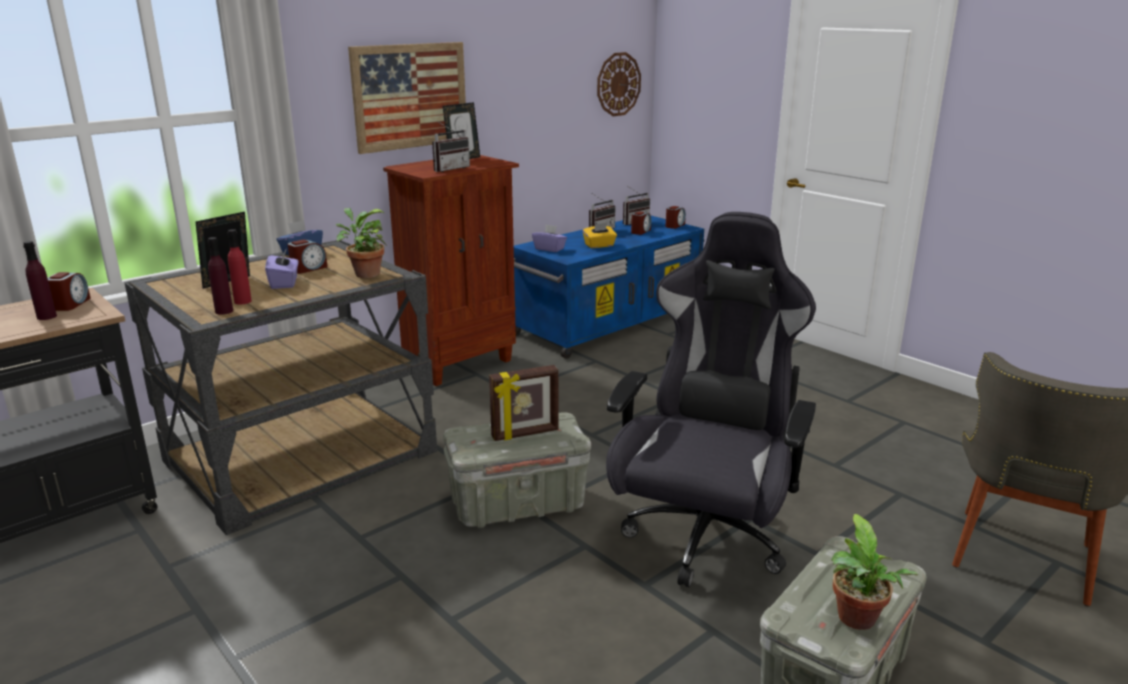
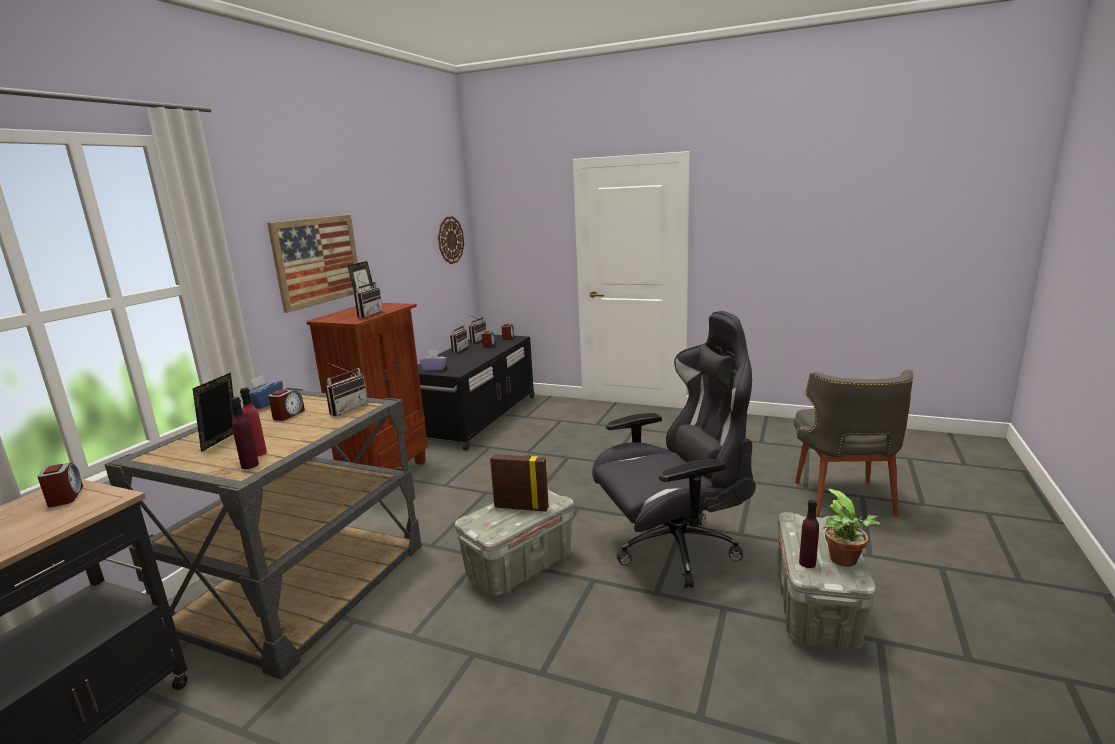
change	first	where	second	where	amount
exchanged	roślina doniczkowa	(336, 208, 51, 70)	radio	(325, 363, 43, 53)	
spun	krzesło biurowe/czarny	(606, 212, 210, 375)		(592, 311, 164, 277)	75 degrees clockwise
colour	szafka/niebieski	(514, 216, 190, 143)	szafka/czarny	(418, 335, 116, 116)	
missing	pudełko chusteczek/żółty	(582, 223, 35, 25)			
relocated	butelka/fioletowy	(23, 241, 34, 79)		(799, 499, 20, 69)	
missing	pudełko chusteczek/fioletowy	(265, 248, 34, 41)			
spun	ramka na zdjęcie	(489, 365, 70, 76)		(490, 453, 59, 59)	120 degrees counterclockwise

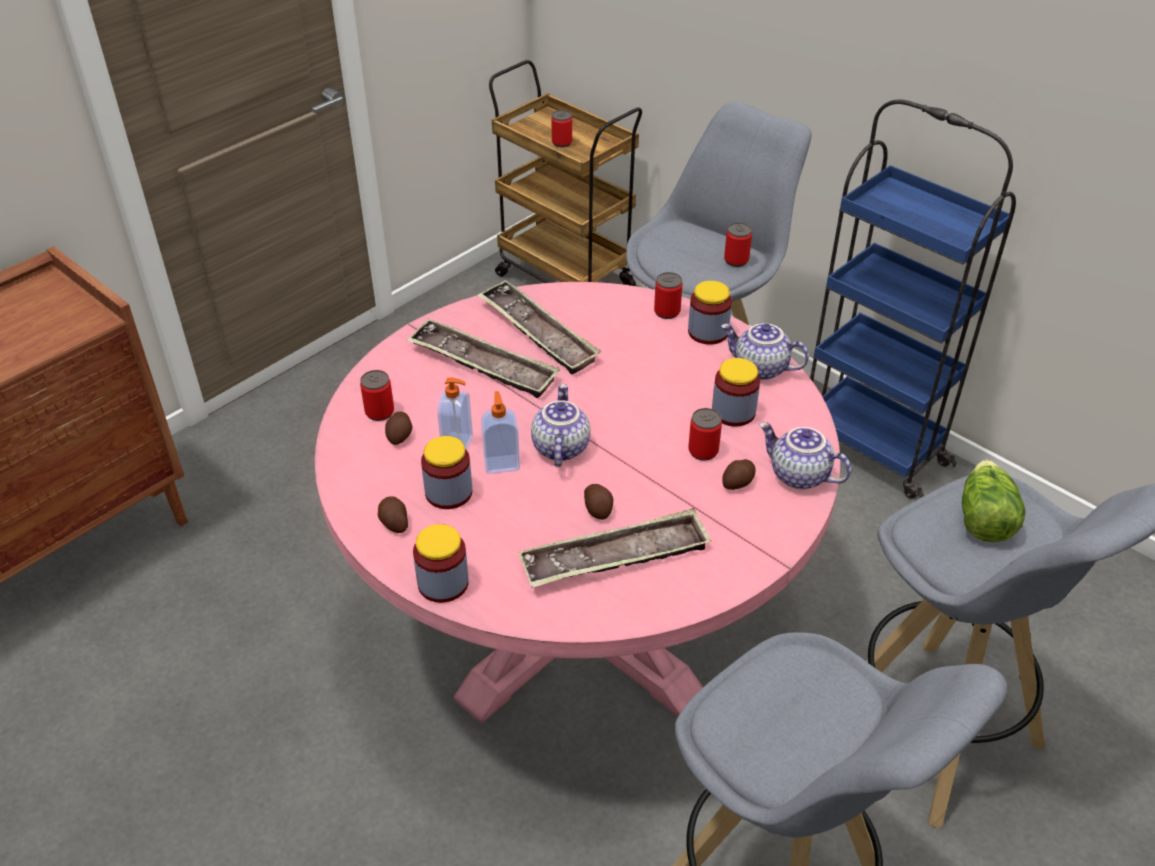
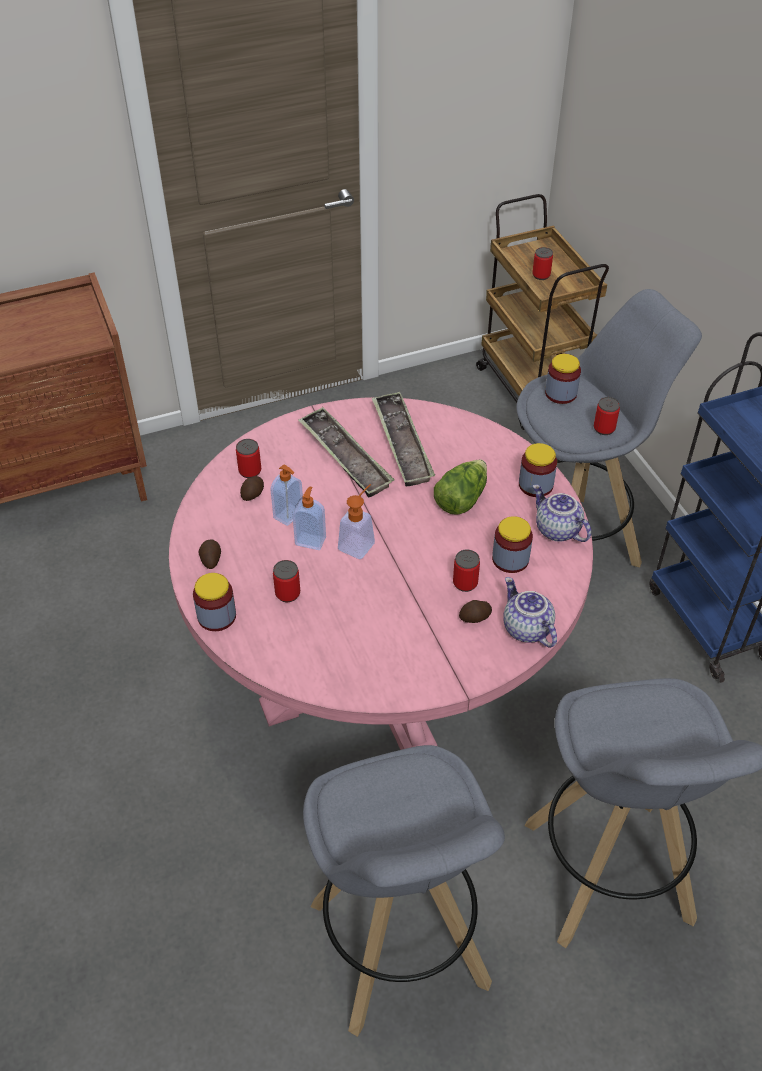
change	first	where	second	where	amount
relocated	puszka	(654, 272, 28, 47)		(273, 560, 27, 42)	
exchanged	imbryk	(531, 384, 59, 83)	dozownik mydła	(338, 484, 37, 75)	
relocated	słoik	(421, 436, 51, 73)		(545, 354, 36, 50)	
relocated	sałata	(962, 460, 64, 82)		(434, 460, 53, 55)	
missing	ziemniak	(584, 484, 29, 36)			
missing	taca	(518, 508, 194, 80)			

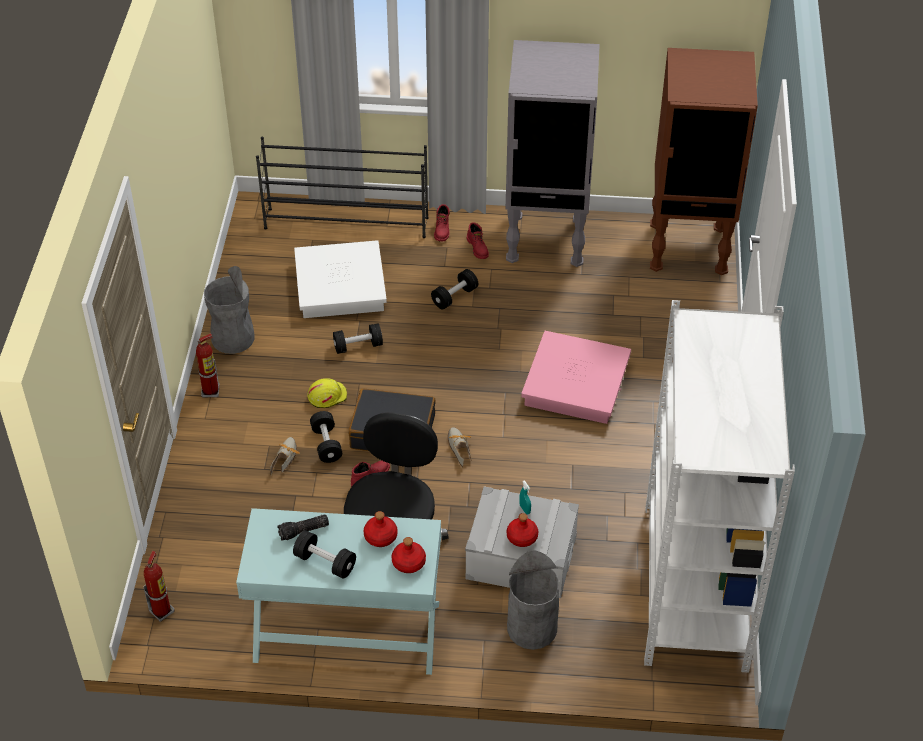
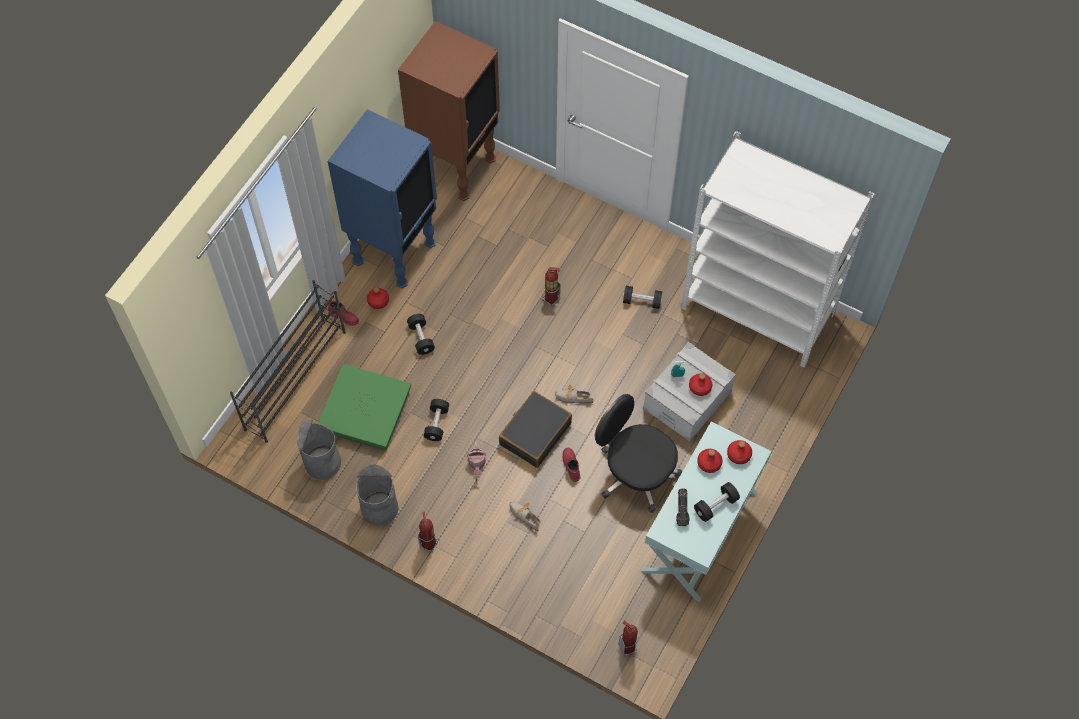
change	first	where	second	where	amount
colour	szafka/szary	(506, 40, 94, 227)	szafka/niebieski	(328, 109, 109, 179)	
exchanged	but z cholewką/czerwony	(467, 222, 22, 37)	butelka/czerwony	(367, 287, 22, 22)	
colour	pojemnik do przechowywania/biały	(294, 240, 93, 78)	pojemnik do przechowywania/zielony	(318, 364, 93, 87)	
exchanged	pojemnik do przechowywania/różowy	(521, 331, 110, 93)	gaśnica	(542, 267, 19, 39)	
exchanged	kask/żółty	(307, 378, 40, 30)	konewka	(467, 441, 19, 36)	
relocated	hantel/czarny	(310, 411, 32, 52)		(623, 286, 39, 23)	
relocated	kosz na śmieci/szary	(507, 551, 52, 99)		(297, 420, 44, 60)	

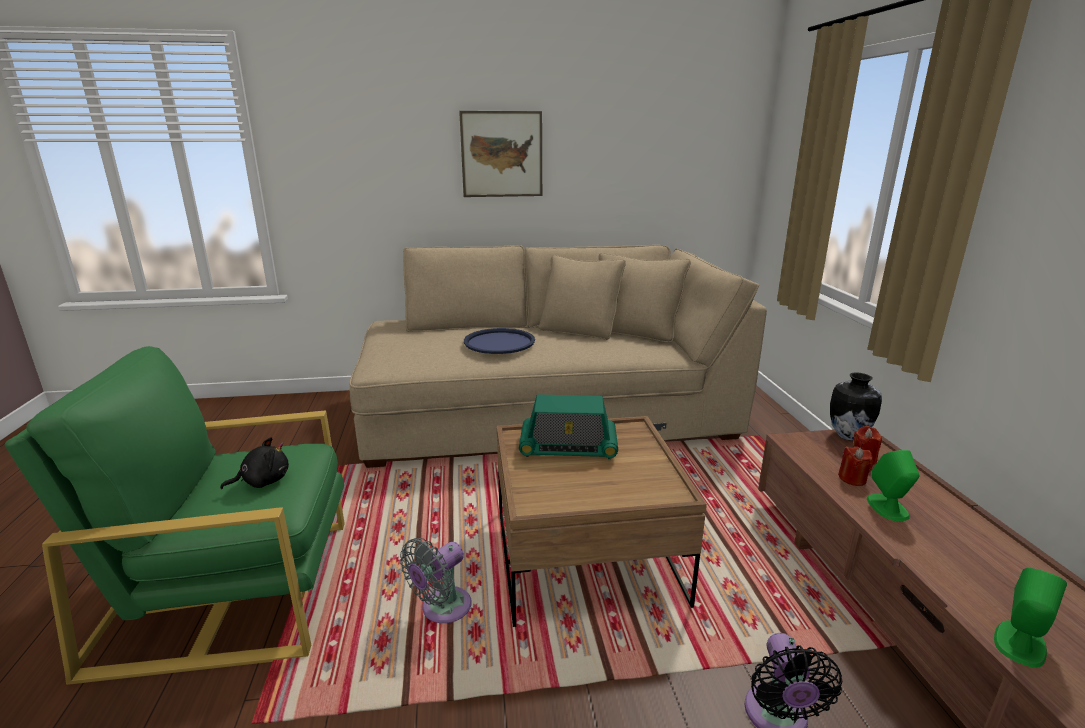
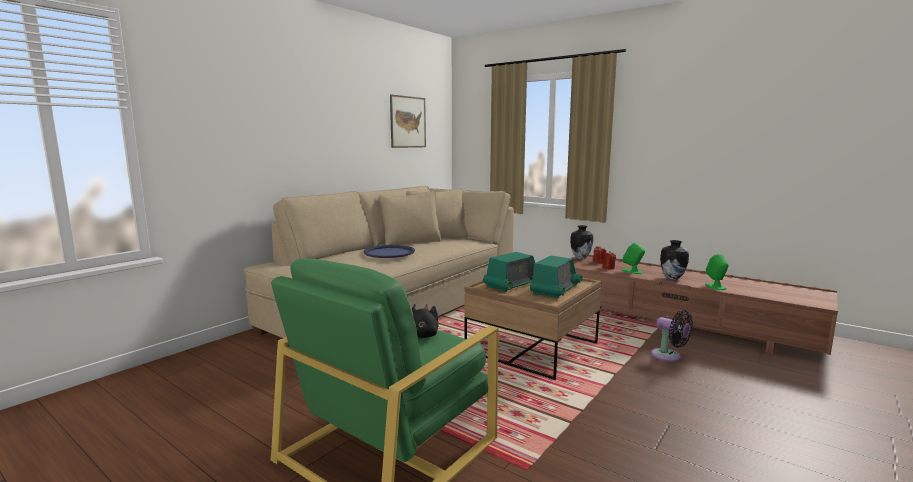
change	first	where	second	where	amount
relocated	obraz	(459, 111, 83, 86)		(390, 95, 36, 53)	
missing	wentylator/szary	(400, 538, 72, 85)			
appeared			wazon	(660, 240, 29, 40)	
appeared			radio	(530, 255, 52, 43)	

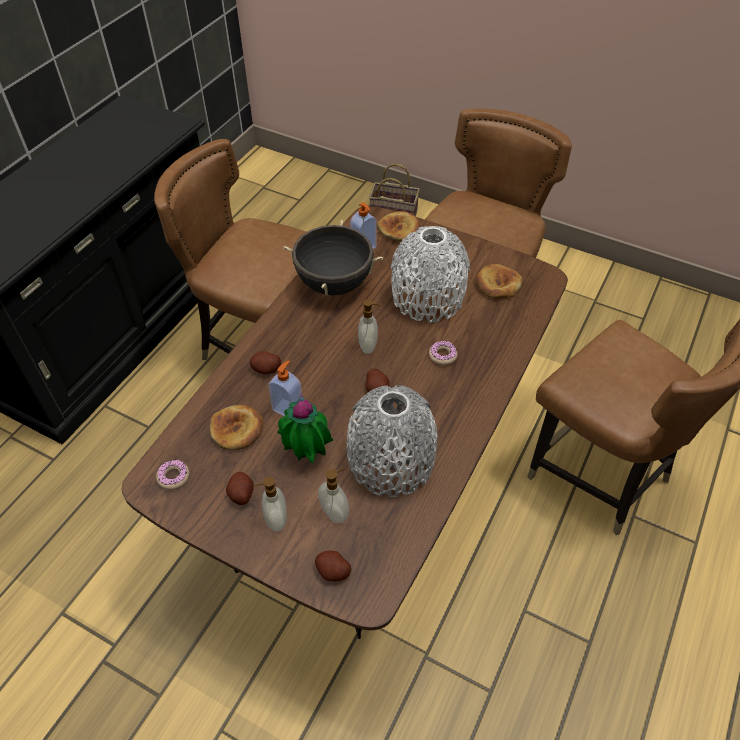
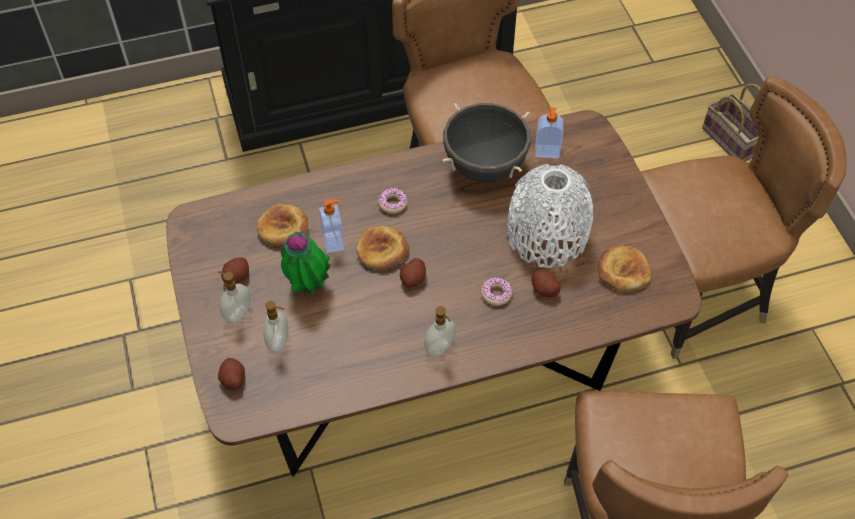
change	first	where	second	where	amount
relocated	chleb	(377, 211, 44, 31)		(356, 226, 53, 44)	
relocated	dozownik mydła	(358, 299, 22, 55)		(424, 306, 32, 50)	
relocated	ziemniak	(250, 351, 31, 23)		(531, 269, 30, 28)	
missing	wazon/szary	(347, 385, 91, 112)			
relocated	donut	(156, 460, 33, 30)		(378, 188, 30, 26)	

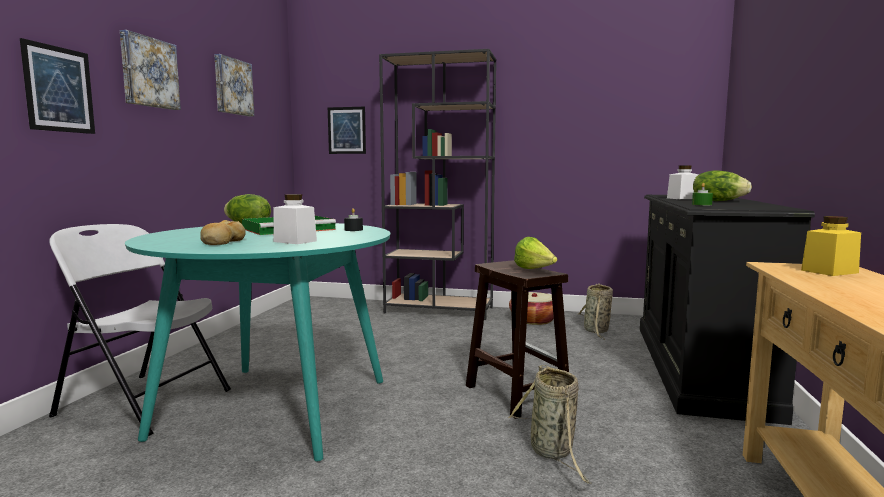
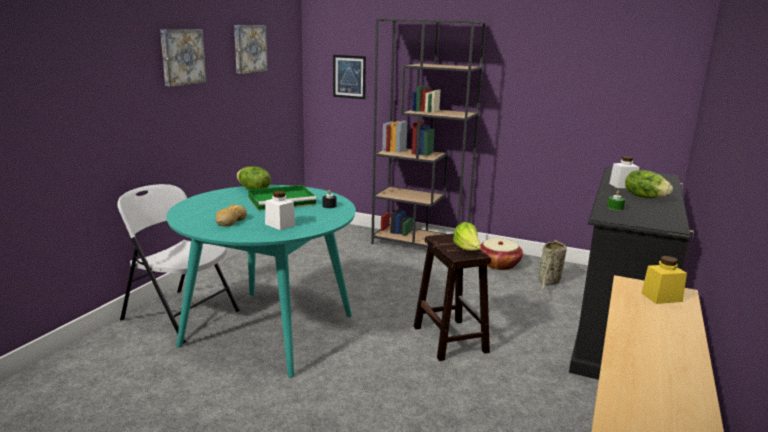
change	first	where	second	where	amount
missing	obraz	(20, 38, 75, 96)			
missing	koszyk	(508, 365, 83, 119)			

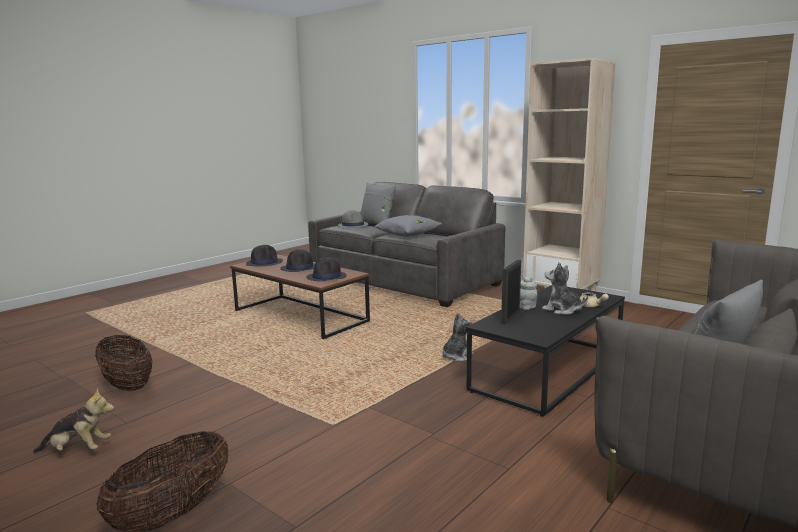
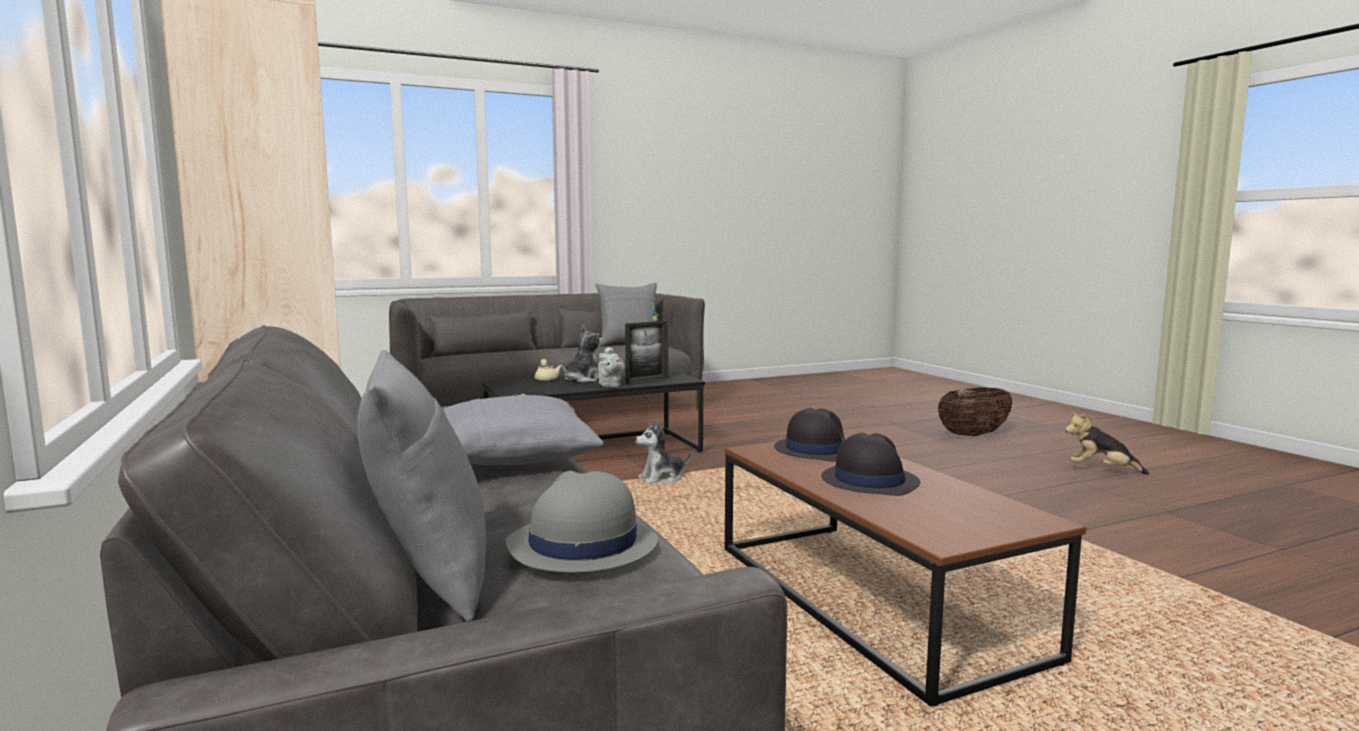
change	first	where	second	where	amount
missing	kapelusz/czarny	(246, 245, 37, 21)			
spun	pluszak	(542, 262, 46, 53)		(562, 325, 41, 58)	120 degrees counterclockwise
missing	koszyk	(95, 335, 58, 56)			

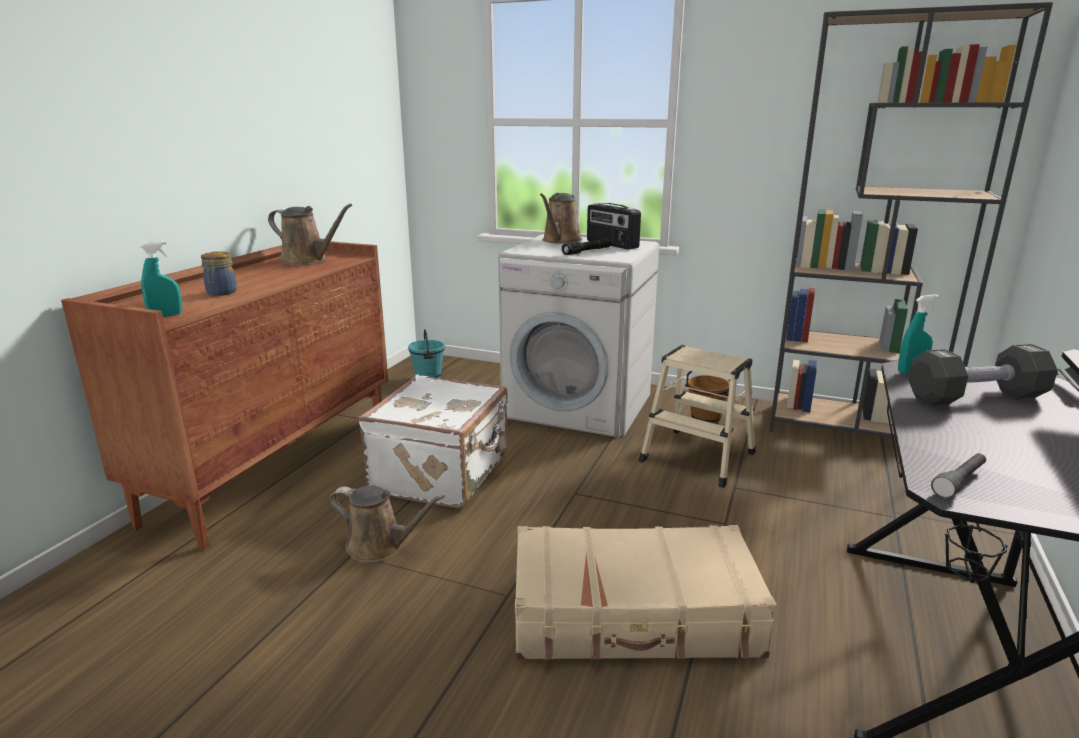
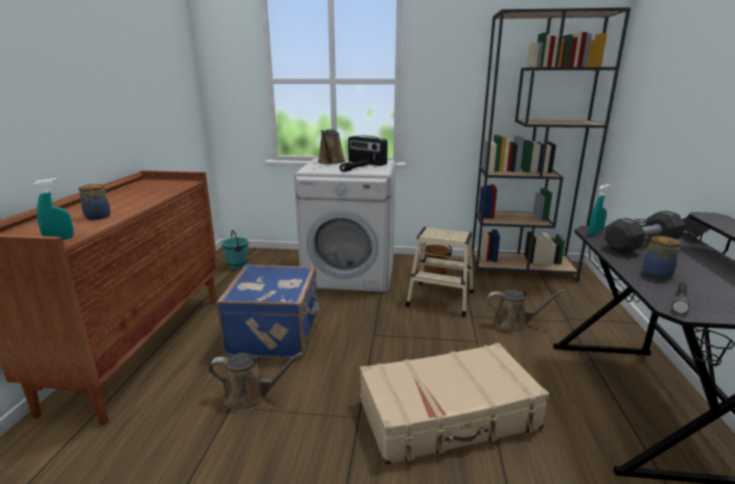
change	first	where	second	where	amount
relocated	konewka/brązowy	(268, 204, 84, 61)		(487, 289, 78, 44)	
colour	walizka/biały	(358, 375, 150, 133)	walizka/niebieski	(216, 264, 105, 94)	
appeared			słoik	(642, 236, 39, 43)	

